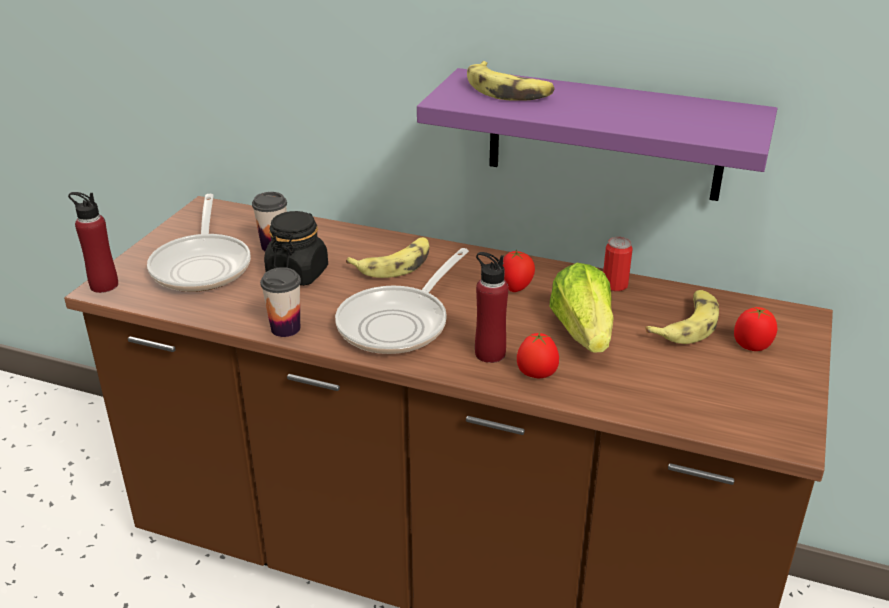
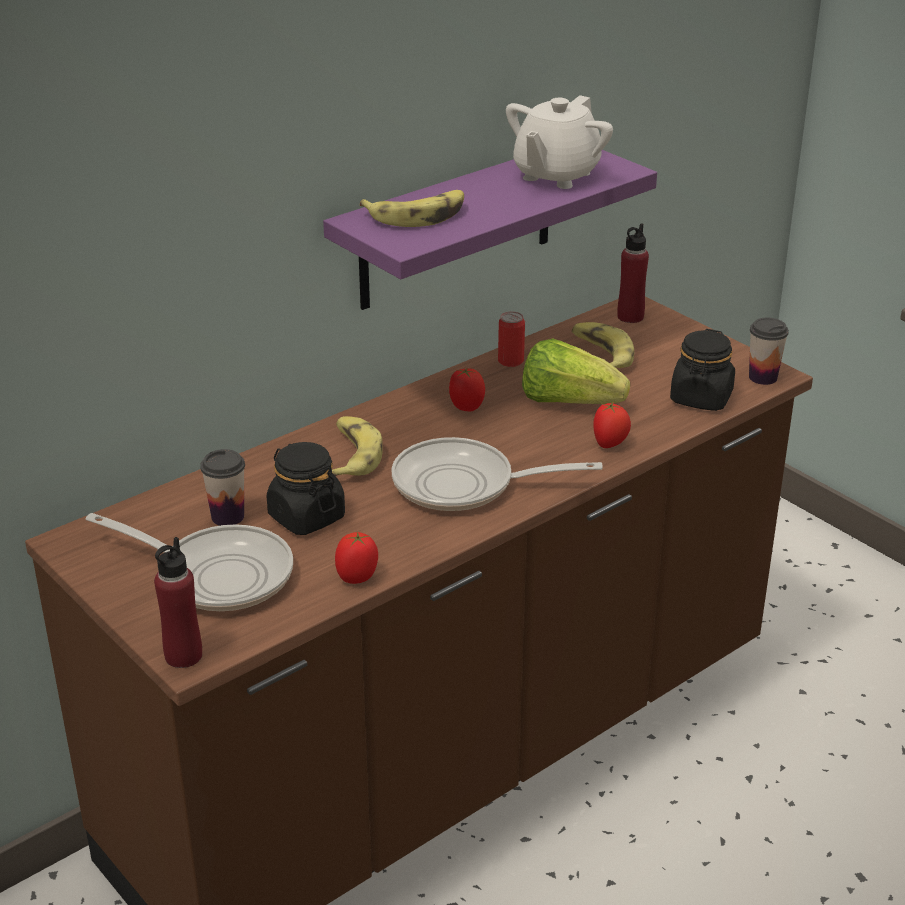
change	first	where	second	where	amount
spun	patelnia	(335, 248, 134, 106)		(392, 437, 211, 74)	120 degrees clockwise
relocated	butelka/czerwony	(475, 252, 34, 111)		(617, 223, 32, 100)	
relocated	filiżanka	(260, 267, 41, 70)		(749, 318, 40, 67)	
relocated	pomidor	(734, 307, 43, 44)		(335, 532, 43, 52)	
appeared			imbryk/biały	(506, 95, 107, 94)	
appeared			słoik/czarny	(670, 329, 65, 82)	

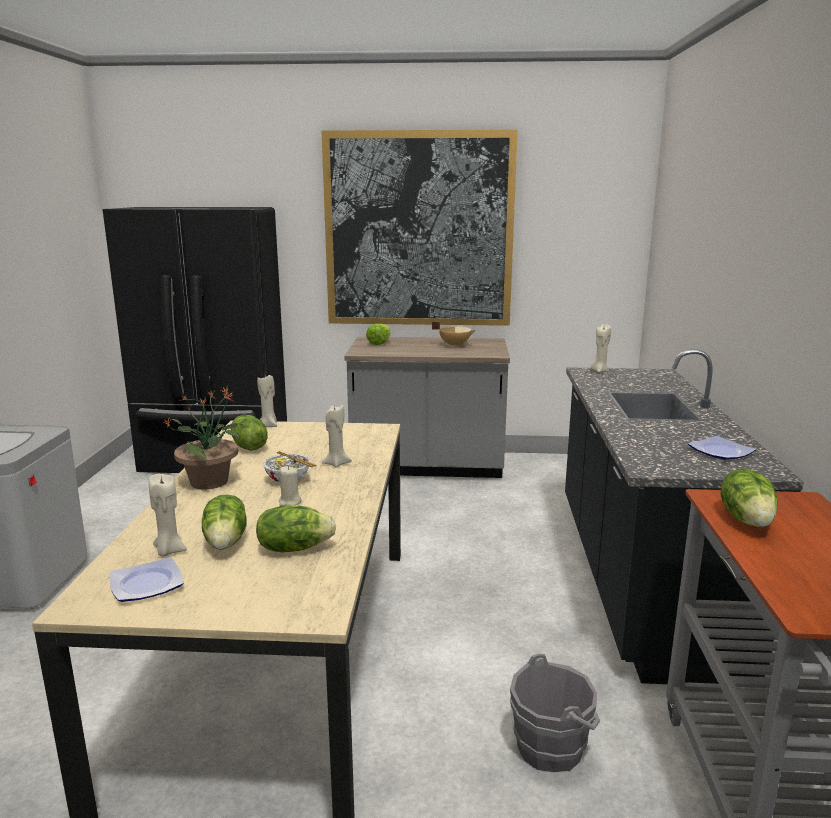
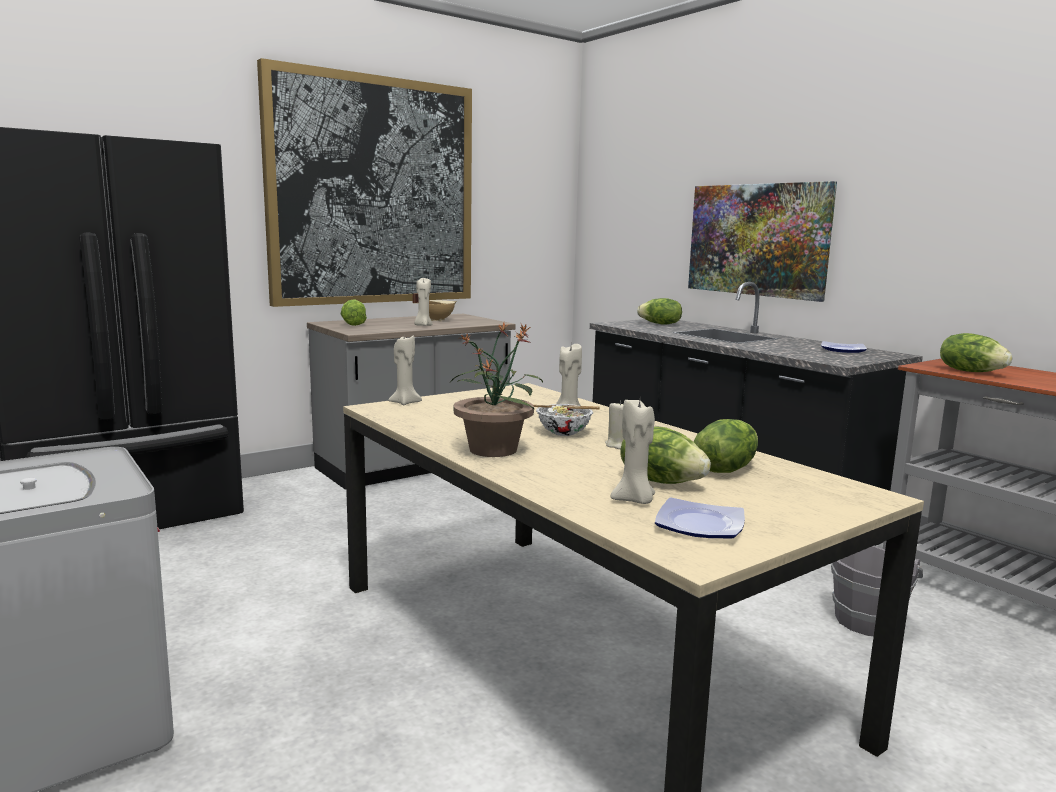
change	first	where	second	where	amount
relocated	świeca/beżowy	(590, 324, 21, 48)		(415, 278, 17, 48)	
relocated	sałata	(231, 415, 37, 36)		(637, 298, 45, 26)	
appeared			obraz	(688, 181, 149, 121)	

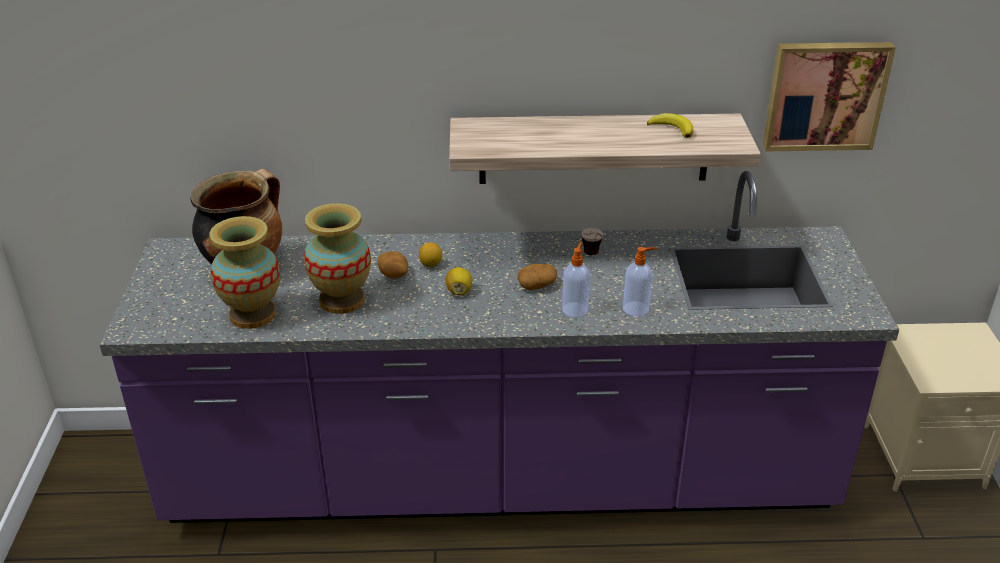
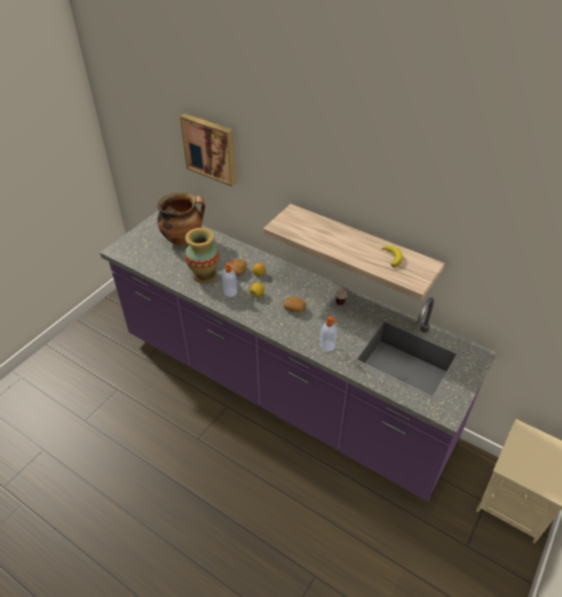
change	first	where	second	where	amount
relocated	obraz	(763, 42, 133, 109)		(180, 113, 56, 74)	
missing	wazon	(209, 216, 71, 113)			
relocated	dozownik mydła	(562, 242, 28, 75)		(222, 261, 15, 36)	

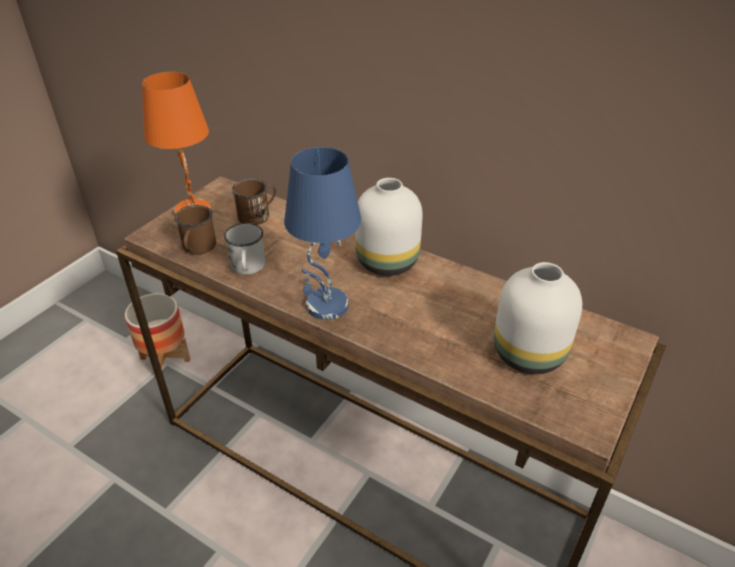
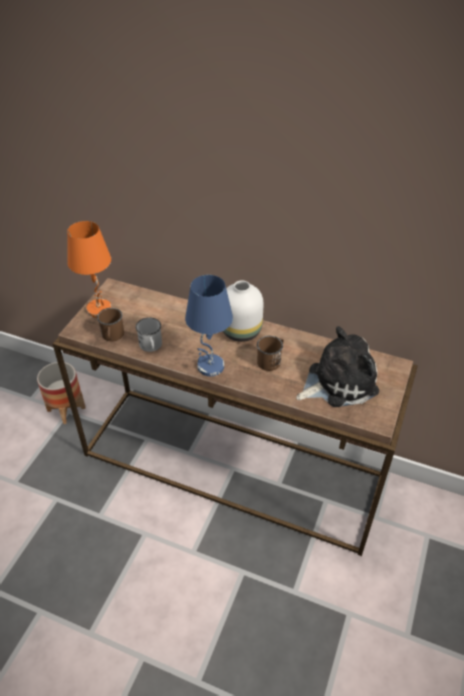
change	first	where	second	where	amount
relocated	kubek/brązowy	(232, 179, 44, 46)		(257, 336, 27, 35)	
exchanged	wazon/biały	(494, 262, 88, 112)	pluszak	(296, 326, 83, 81)	

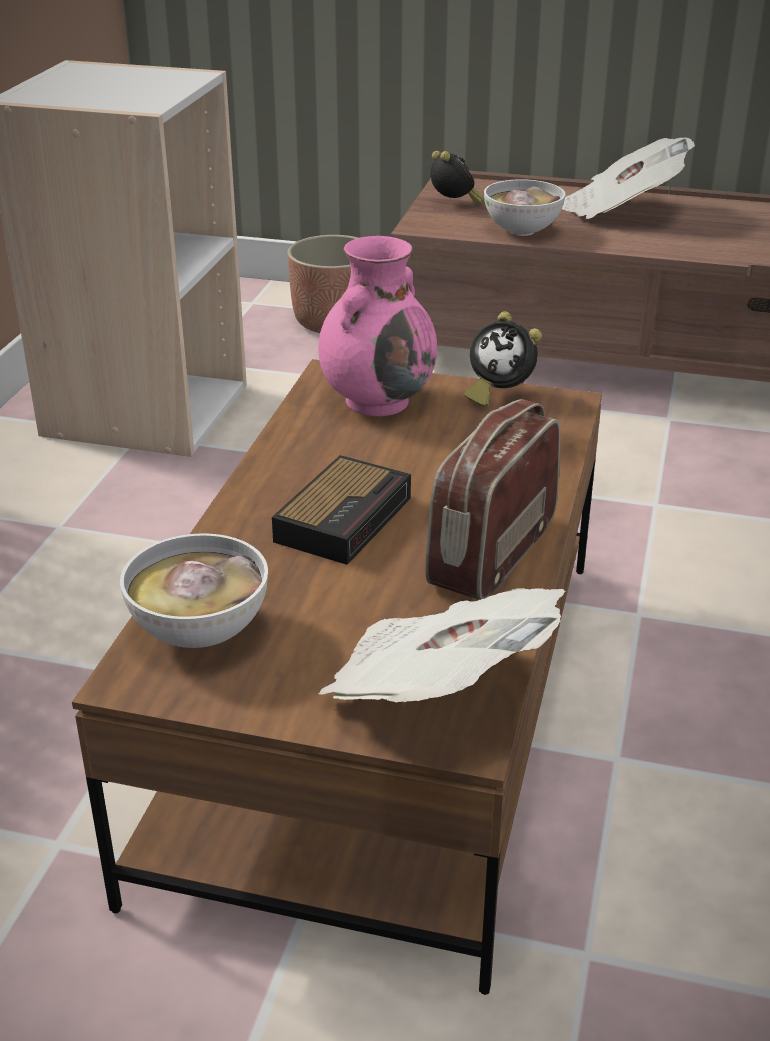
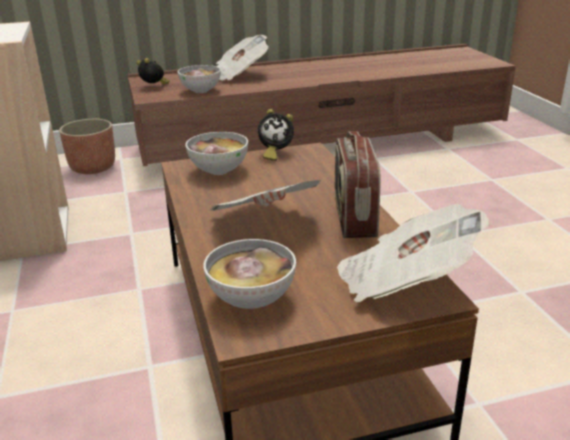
change	first	where	second	where	amount
exchanged	wazon/różowy	(318, 236, 119, 180)	miska	(185, 132, 63, 43)	
exchanged	budzik	(272, 455, 139, 110)	gazeta	(210, 180, 112, 31)	

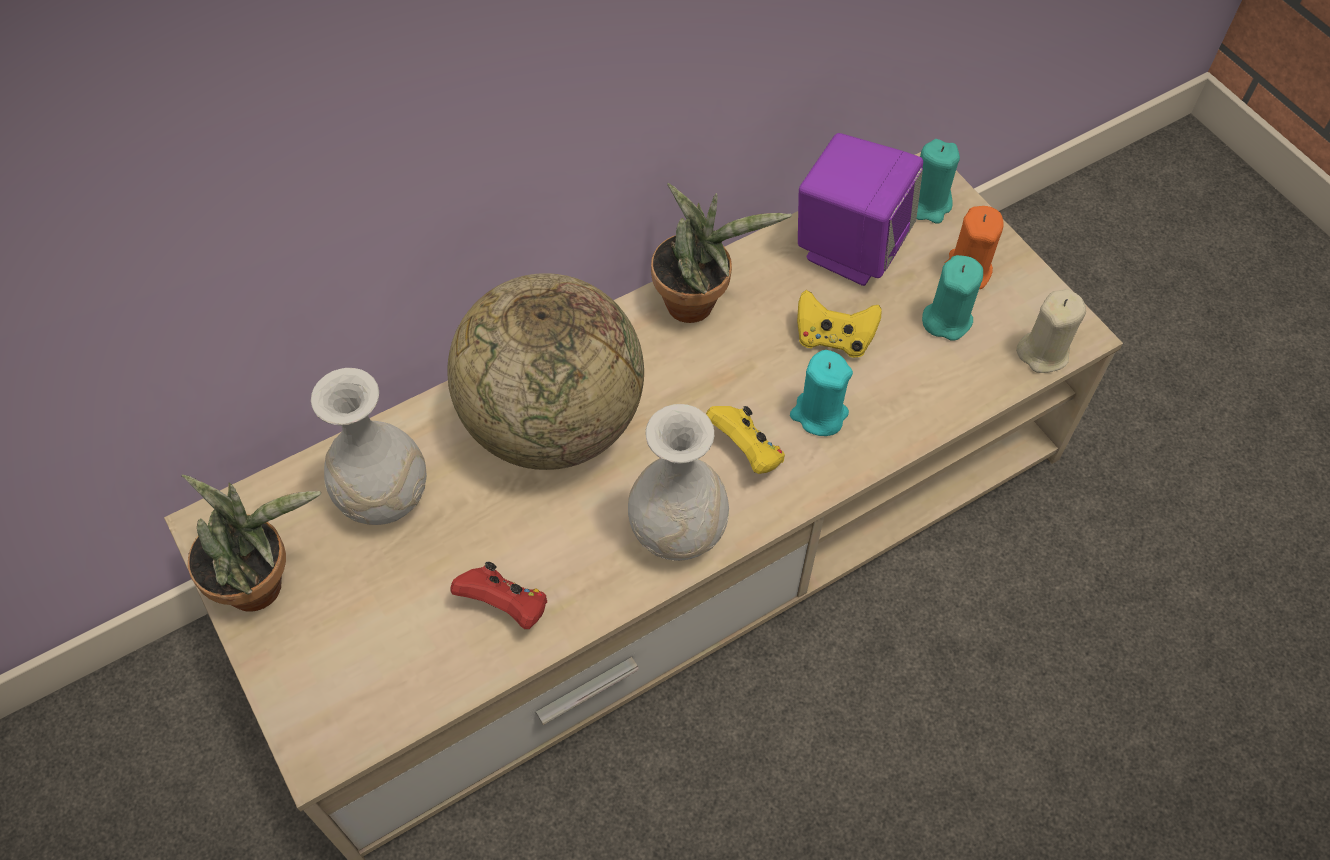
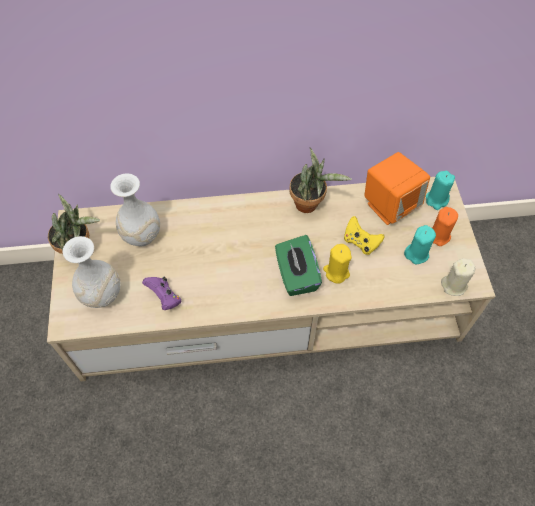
change	first	where	second	where	amount
colour	głośnik/fioletowy	(798, 133, 125, 153)	głośnik/pomarańczowy	(364, 152, 66, 73)	
missing	globus	(447, 273, 197, 197)			
colour	świeca/turkusowy	(790, 350, 63, 86)	świeca/żółty	(323, 244, 29, 40)	
relocated	wazon/biały	(628, 404, 101, 157)		(62, 236, 59, 72)	
exchanged	pad do gier/żółty	(706, 406, 79, 68)	pudełko chusteczek/zielony	(275, 235, 47, 61)	
colour	pad do gier/czerwony	(451, 562, 96, 67)	pad do gier/fioletowy	(142, 277, 39, 33)	

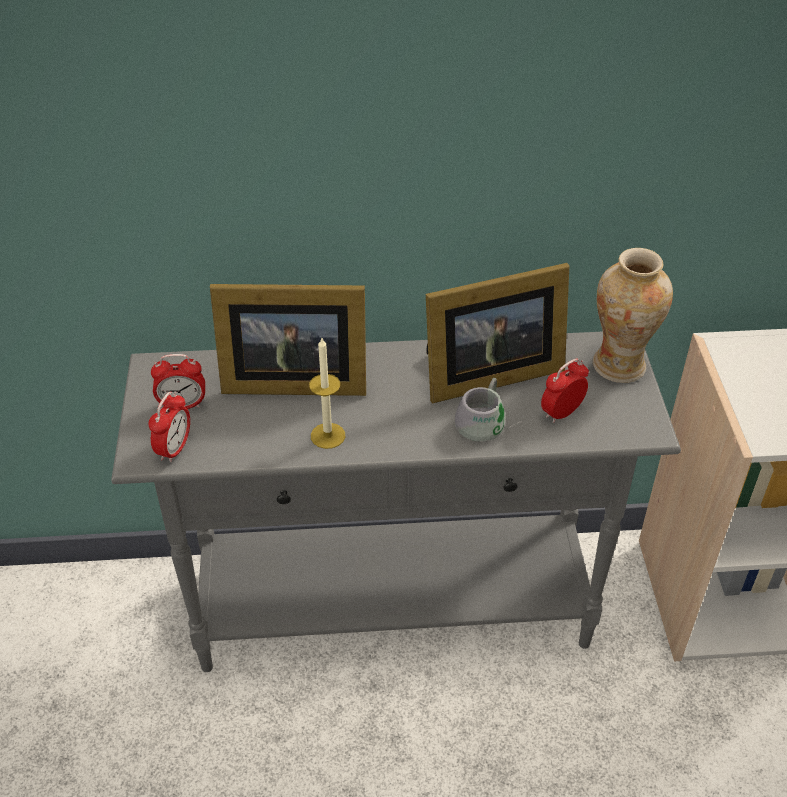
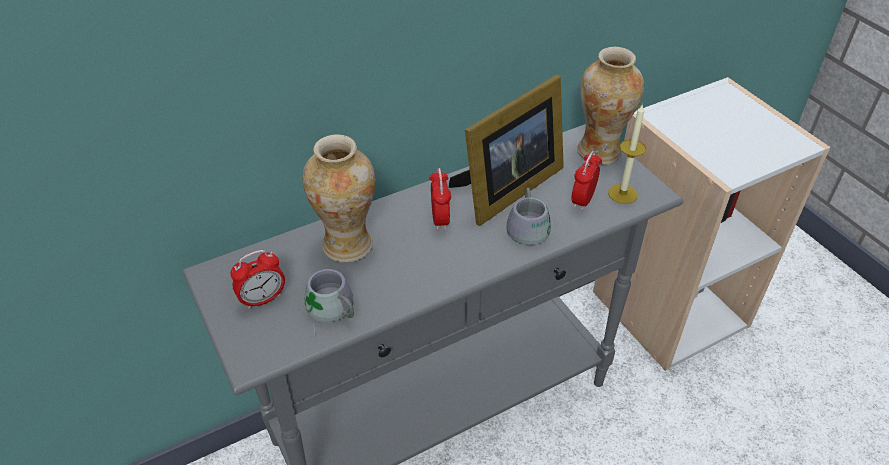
change	first	where	second	where	amount
exchanged	ramka na zdjęcie	(210, 284, 156, 112)	wazon	(302, 134, 73, 129)	
relocated	świeca	(309, 338, 36, 111)		(608, 104, 38, 100)	
relocated	budzik	(149, 391, 41, 72)		(429, 168, 22, 63)	
appeared			kubek/szary	(304, 269, 50, 65)	

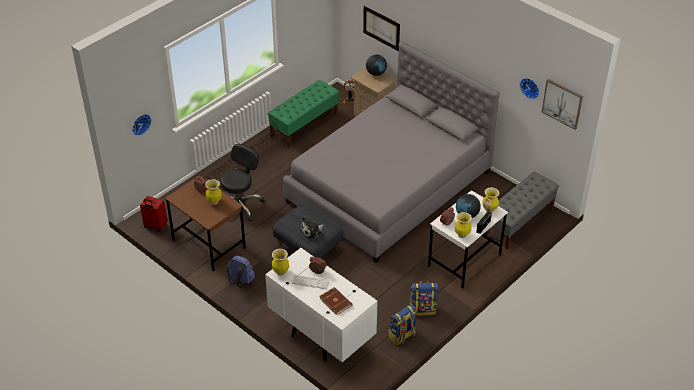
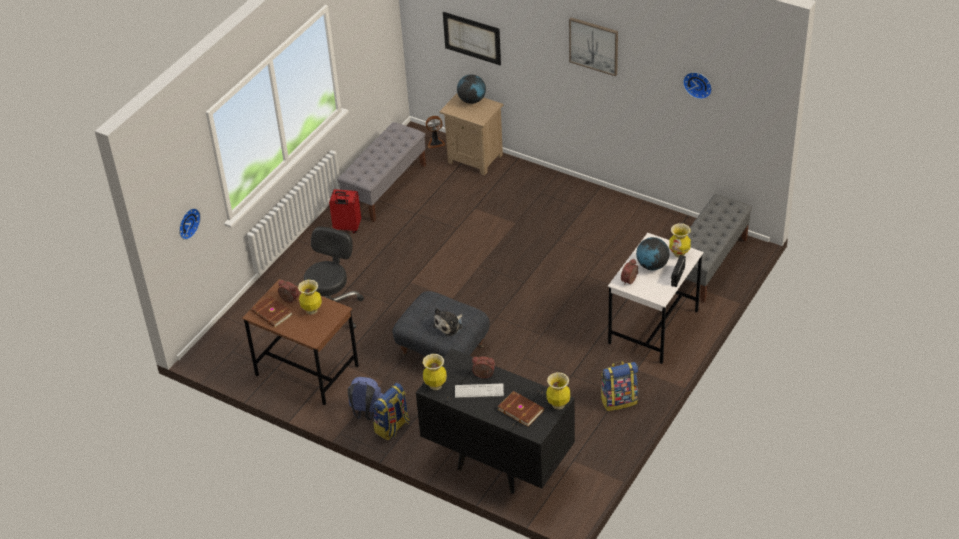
change	first	where	second	where	amount
missing	łóżko/szary	(283, 41, 216, 222)			
relocated	obraz	(542, 79, 41, 51)		(569, 17, 49, 59)	
colour	ławka/zielony	(268, 80, 71, 68)	ławka/szary	(337, 122, 89, 100)	
relocated	walizka/czerwony	(140, 196, 28, 36)		(329, 189, 32, 44)	
relocated	wazon	(455, 212, 17, 26)		(546, 372, 24, 38)	
colour	komoda/biały	(265, 248, 113, 114)	komoda/czarny	(416, 348, 159, 146)	
relocated	plecak	(388, 304, 29, 41)		(373, 383, 37, 57)	
appeared			książka/brązowy	(251, 296, 42, 32)	

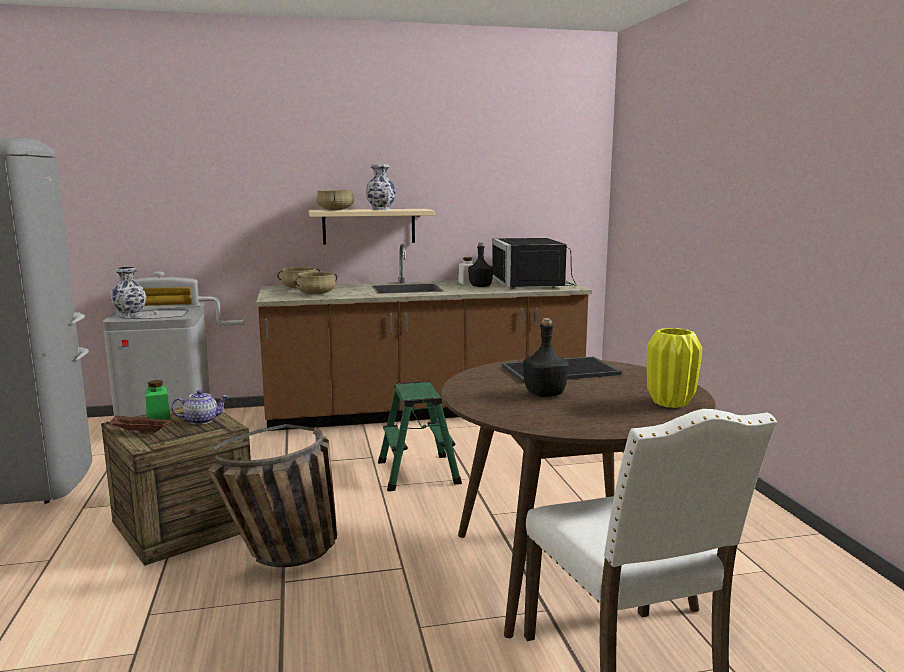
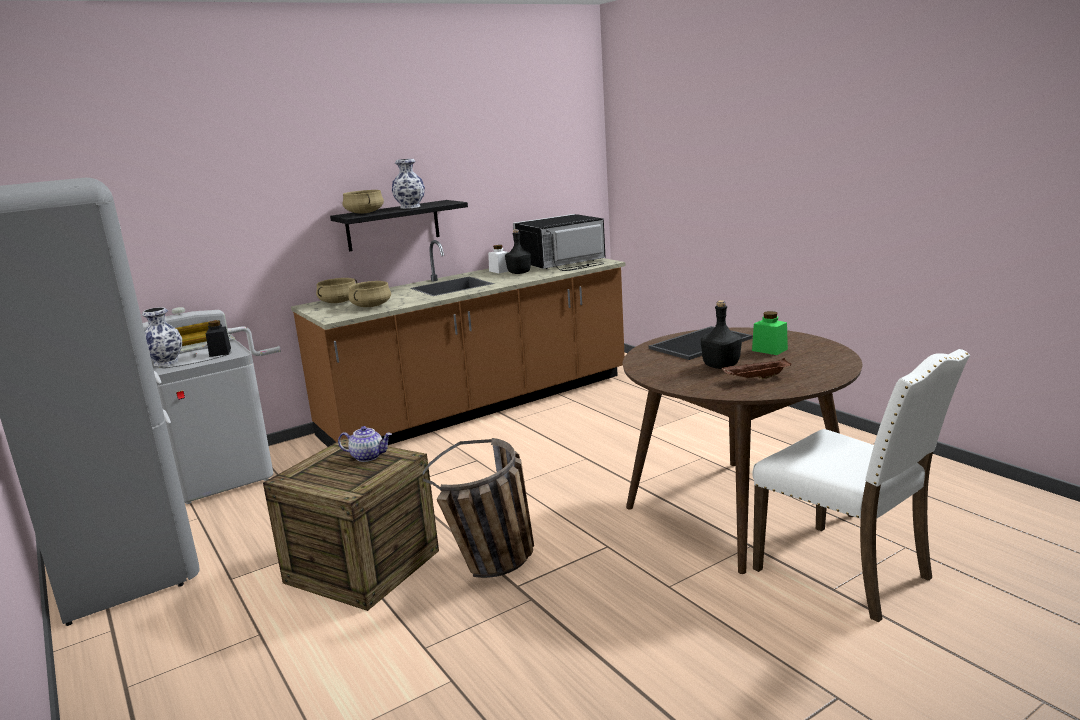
change	first	where	second	where	amount
colour	półka/beżowy	(309, 209, 126, 36)	półka/czarny	(330, 200, 138, 51)	
spun	mikrofalówka/czarny	(492, 238, 85, 51)		(513, 214, 92, 57)	90 degrees clockwise
missing	wazon/żółty	(647, 328, 55, 80)			
relocated	słoik/zielony	(145, 380, 26, 40)		(752, 311, 36, 44)	
missing	drabinka/zielony	(378, 381, 84, 110)			
spun	imbryk	(171, 390, 57, 35)		(338, 426, 54, 36)	45 degrees clockwise
relocated	taca/brązowy	(106, 416, 67, 18)		(722, 358, 69, 21)	
appeared			słoik/czarny	(206, 320, 25, 37)	

